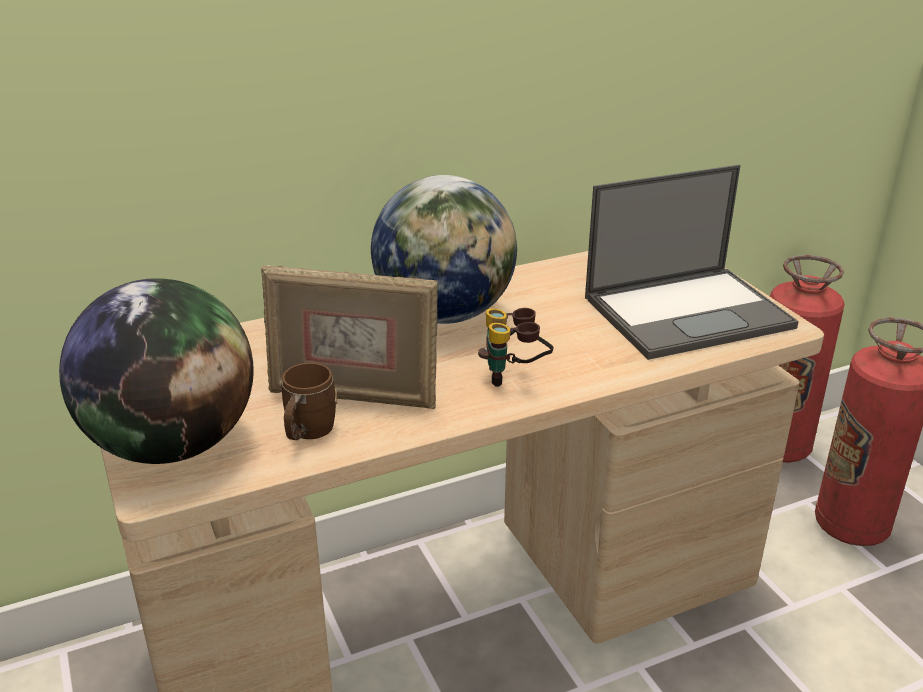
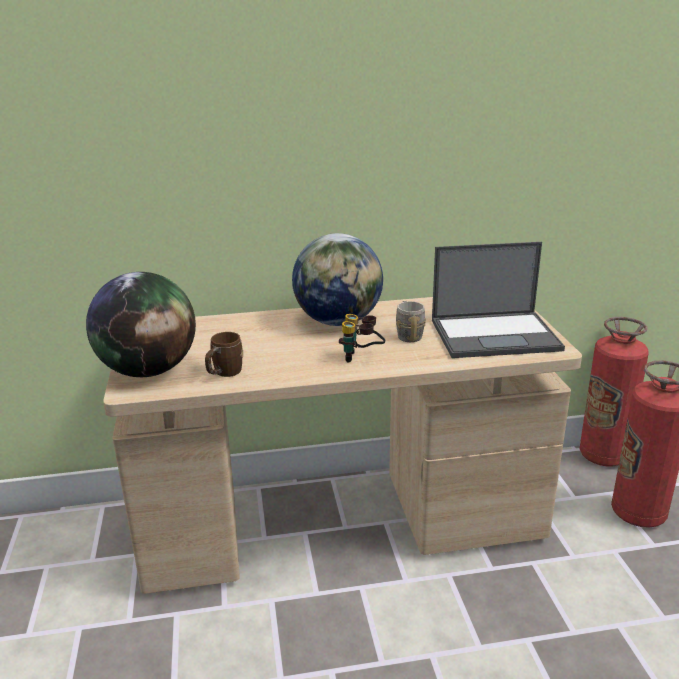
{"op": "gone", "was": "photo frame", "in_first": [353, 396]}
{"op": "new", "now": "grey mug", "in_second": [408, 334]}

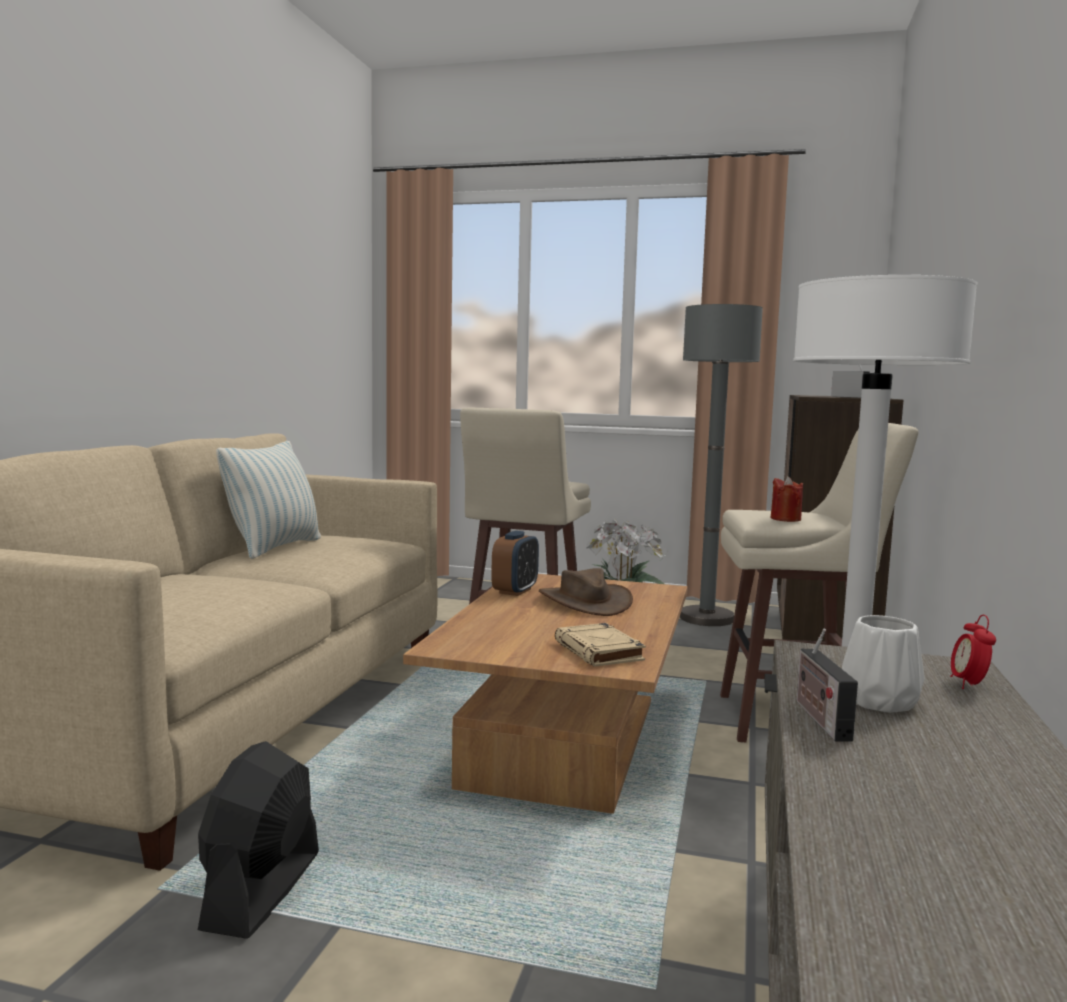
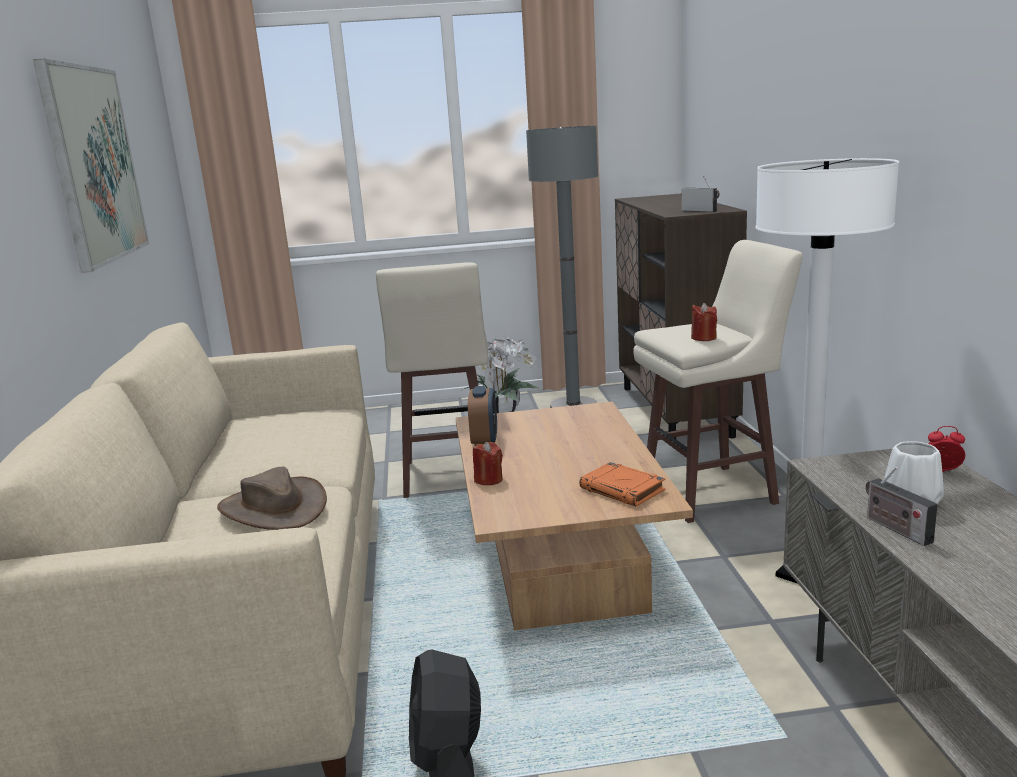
{"op": "gone", "was": "throw pillow", "in_first": [274, 547]}
{"op": "shifted", "was": "brown-coloured clothing hat", "in_first": [584, 602], "in_second": [273, 508]}
{"op": "repainted", "was": "sand-coloured book", "now": "orange book", "in_first": [599, 651], "in_second": [623, 490]}
{"op": "rotated", "was": "bedside clock", "in_first": [968, 684], "in_second": [942, 471], "clockwise": 120}
{"op": "new", "now": "wall picture", "in_second": [94, 165]}
{"op": "new", "now": "red-coloured candle", "in_second": [488, 479]}

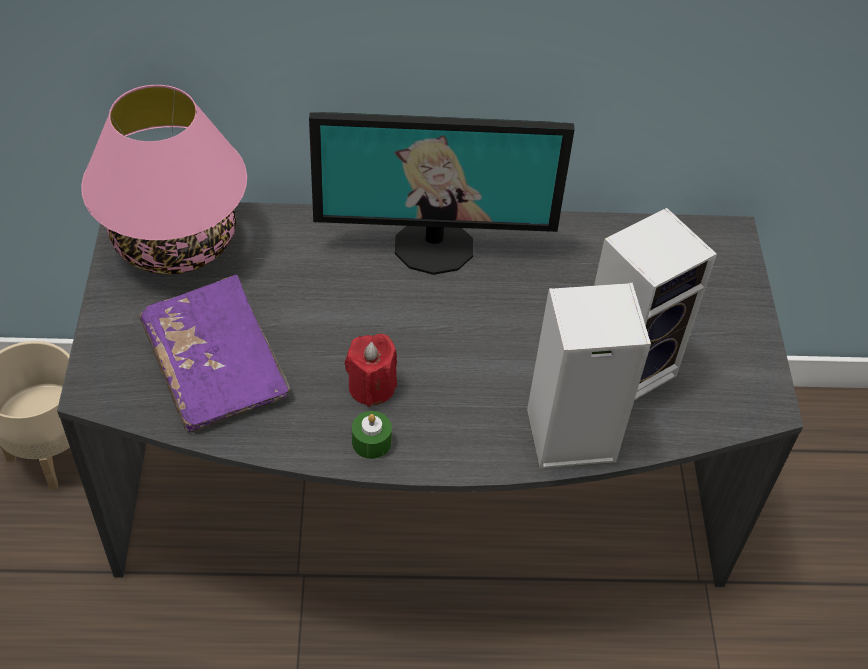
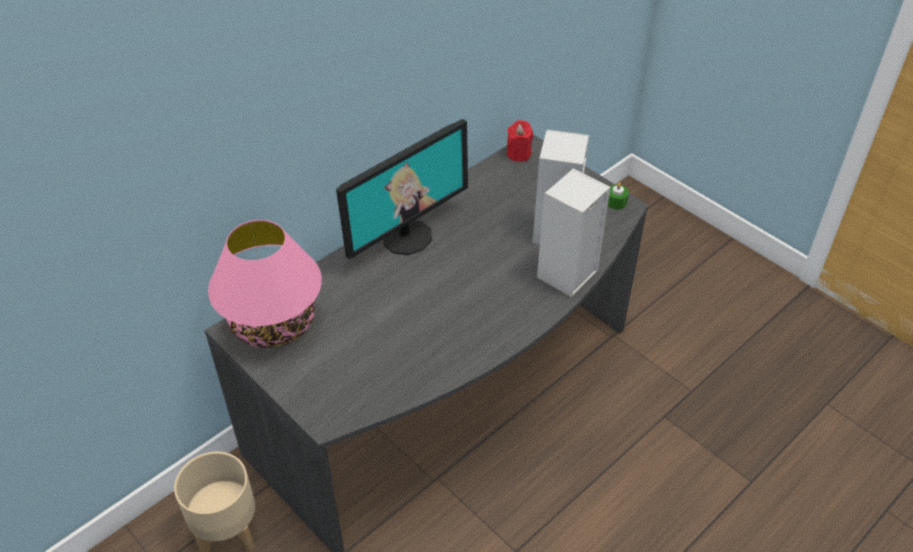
{"op": "gone", "was": "purplish book", "in_first": [216, 368]}
{"op": "shifted", "was": "red-coloured candle", "in_first": [371, 387], "in_second": [518, 154]}
{"op": "shifted", "was": "greenish candle", "in_first": [371, 442], "in_second": [616, 202]}

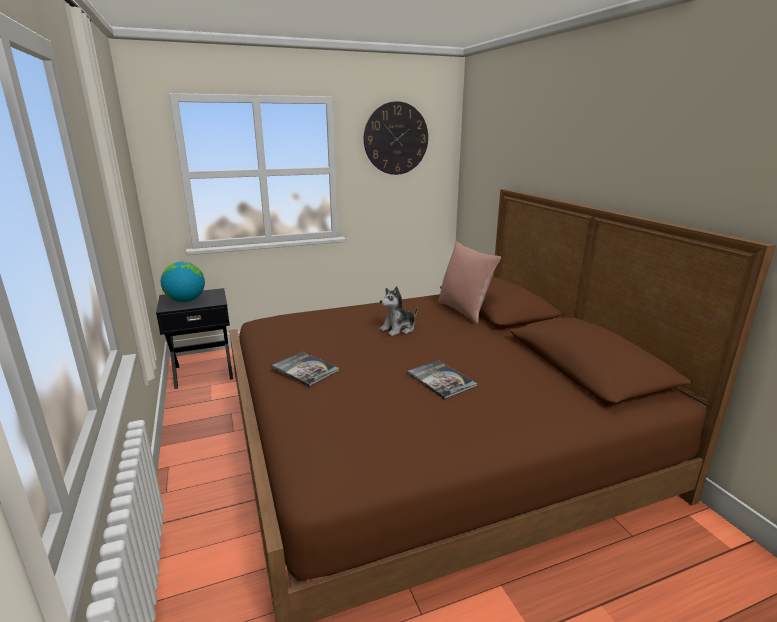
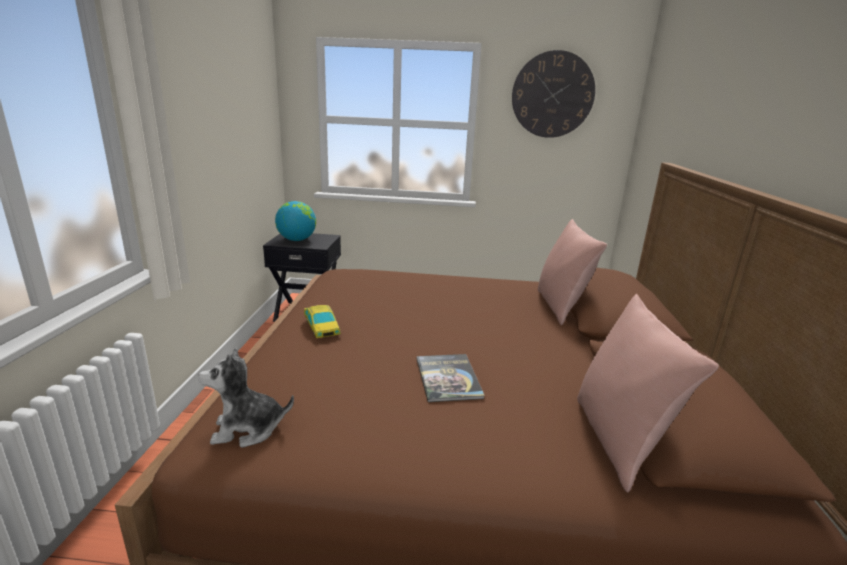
{"op": "swapped", "was": "book", "now": "toy car", "in_first": [305, 369], "in_second": [321, 326]}
{"op": "shifted", "was": "plush toy", "in_first": [398, 329], "in_second": [247, 429]}
{"op": "new", "now": "pinkish throw pillow", "in_second": [618, 440]}

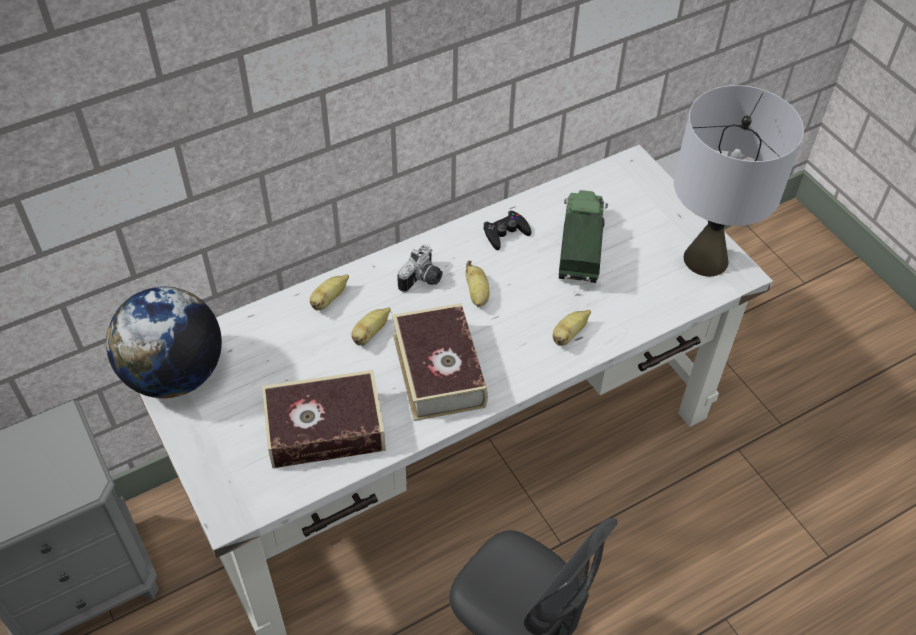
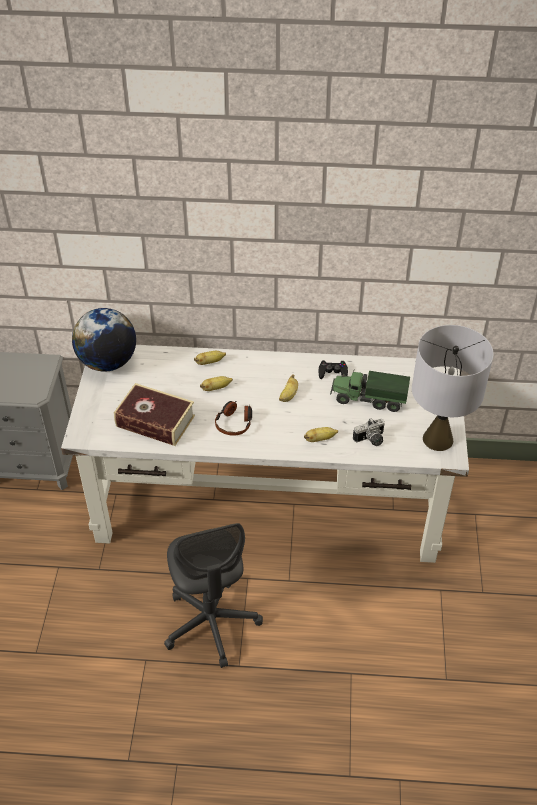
{"op": "swapped", "was": "book", "now": "pair of headphones", "in_first": [439, 370], "in_second": [235, 422]}
{"op": "shifted", "was": "still camera", "in_first": [423, 280], "in_second": [371, 440]}
{"op": "rotated", "was": "toy lorry", "in_first": [580, 248], "in_second": [368, 399], "clockwise": -120}

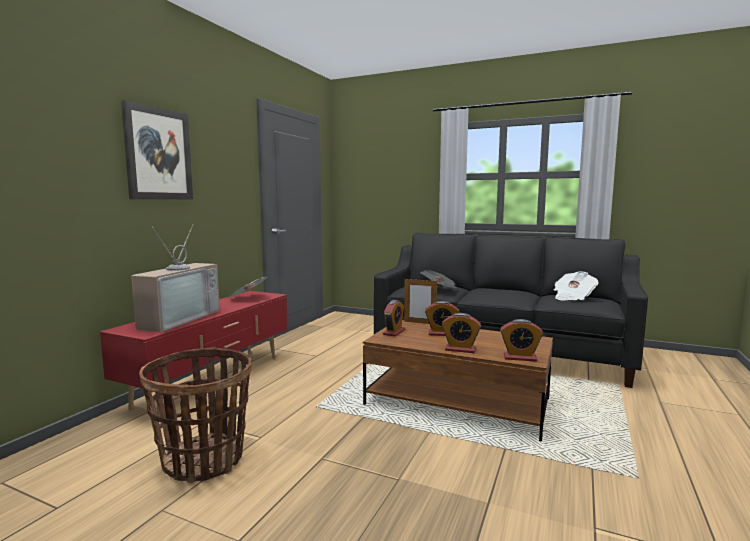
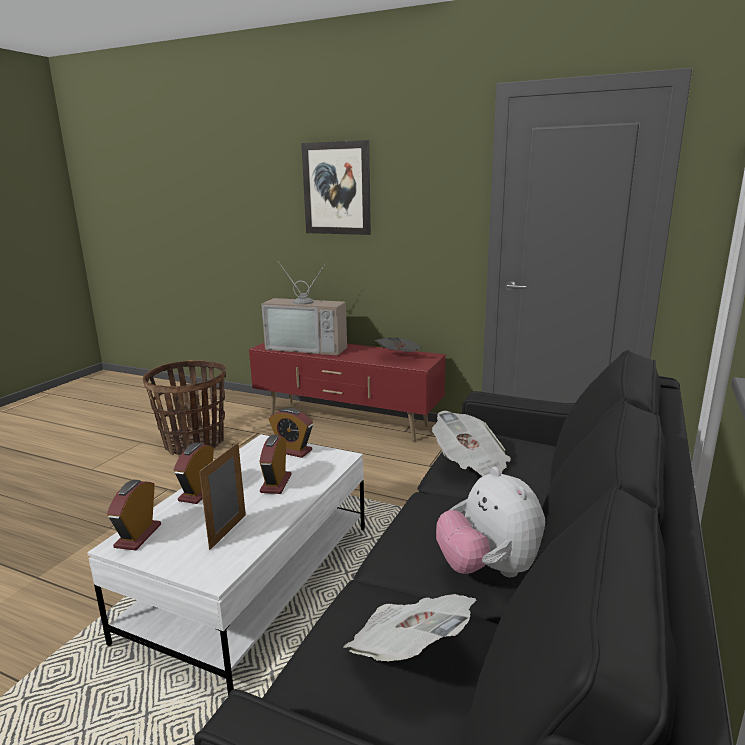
{"op": "repainted", "was": "brown-coloured lounge table", "now": "white-coloured lounge table", "in_first": [457, 402], "in_second": [253, 580]}
{"op": "shifted", "was": "photo frame", "in_first": [420, 323], "in_second": [228, 531]}
{"op": "new", "now": "plush toy", "in_second": [489, 569]}

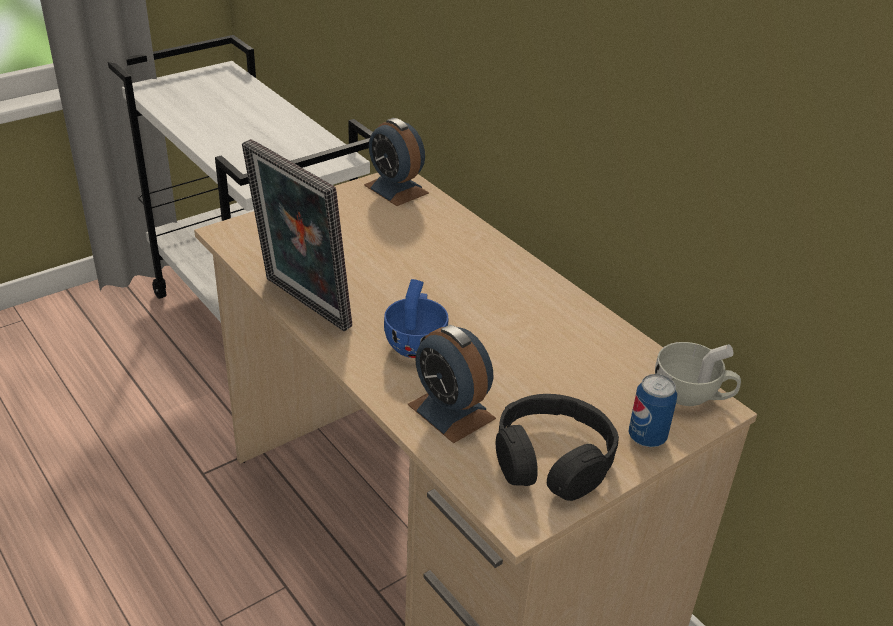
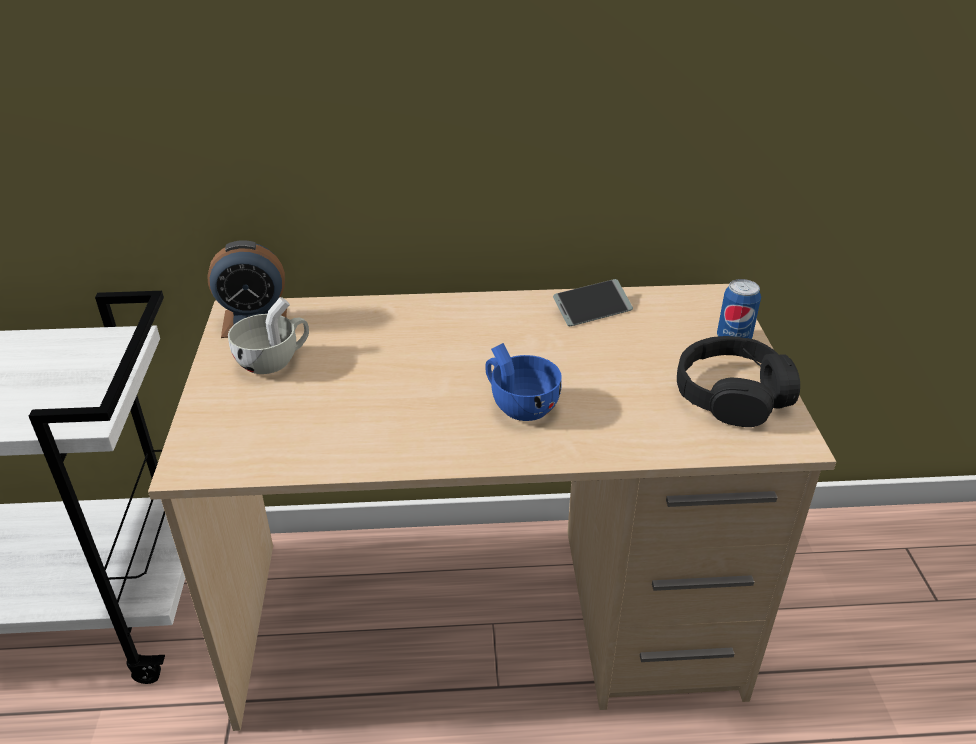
{"op": "gone", "was": "photo frame", "in_first": [302, 305]}
{"op": "gone", "was": "bedside clock", "in_first": [451, 411]}
{"op": "shifted", "was": "white-coloured drinking cup", "in_first": [692, 395], "in_second": [274, 361]}
{"op": "new", "now": "phone", "in_second": [592, 310]}

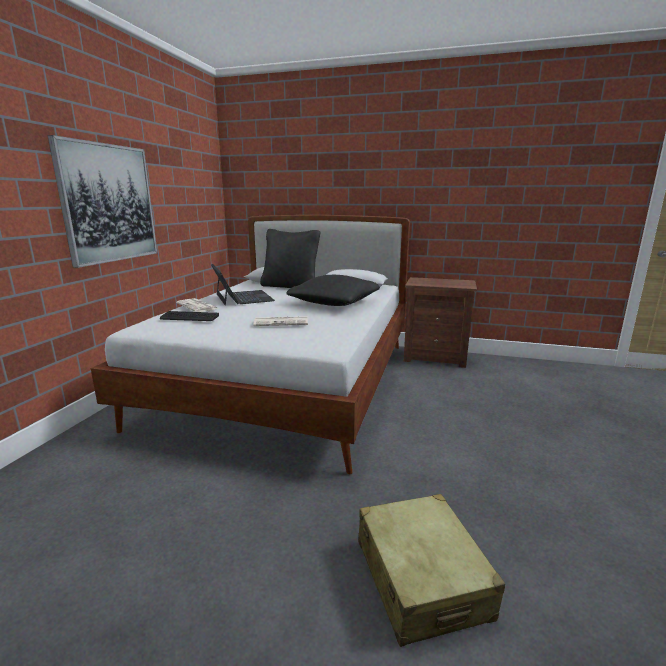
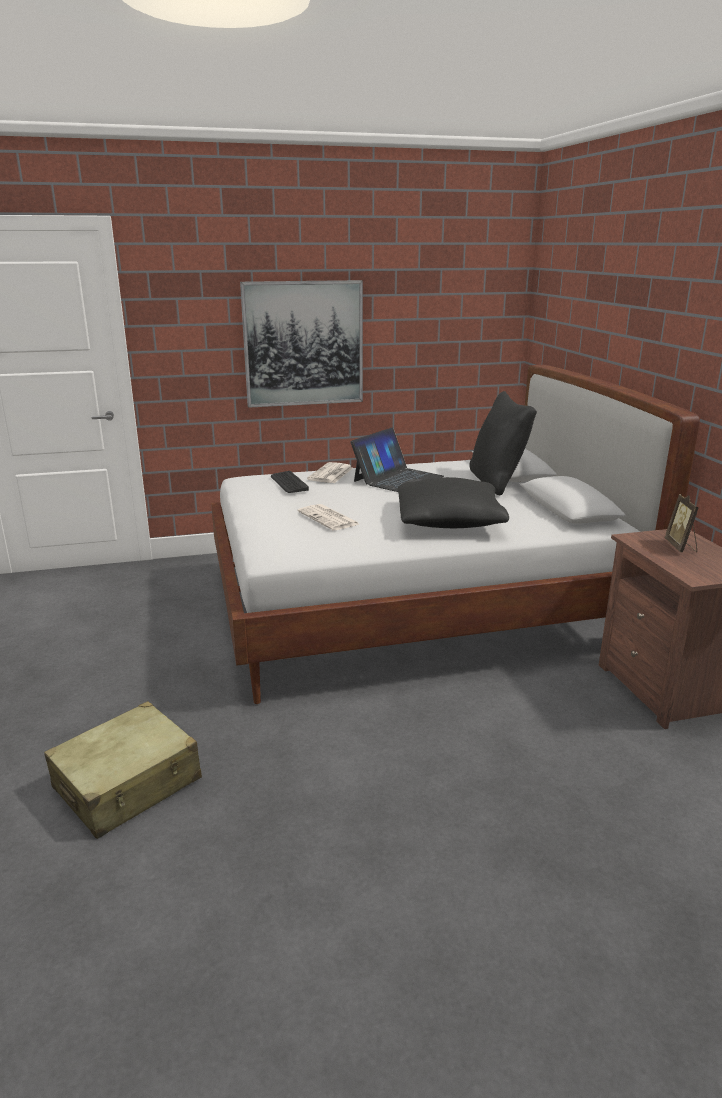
{"op": "new", "now": "photo frame", "in_second": [681, 547]}

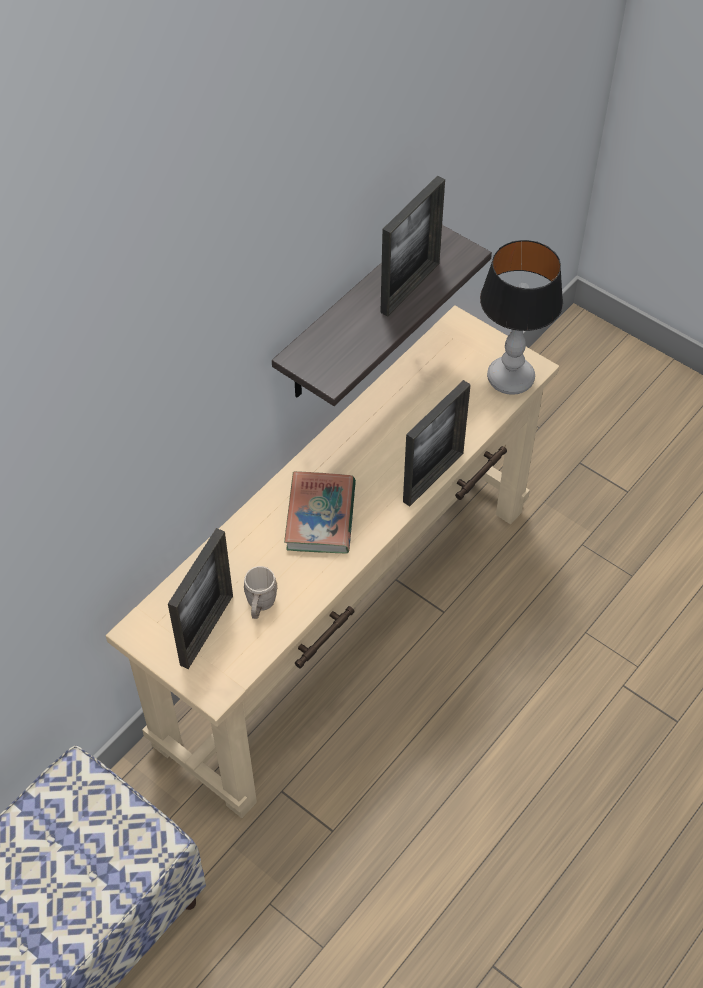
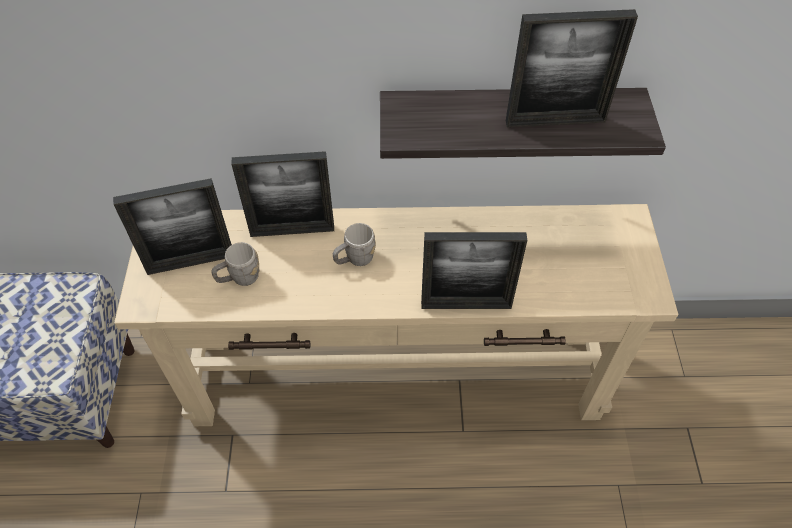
{"op": "swapped", "was": "book", "now": "grey mug", "in_first": [320, 516], "in_second": [355, 259]}
{"op": "gone", "was": "tabletop lamp", "in_first": [511, 378]}
{"op": "new", "now": "photo frame", "in_second": [292, 230]}

